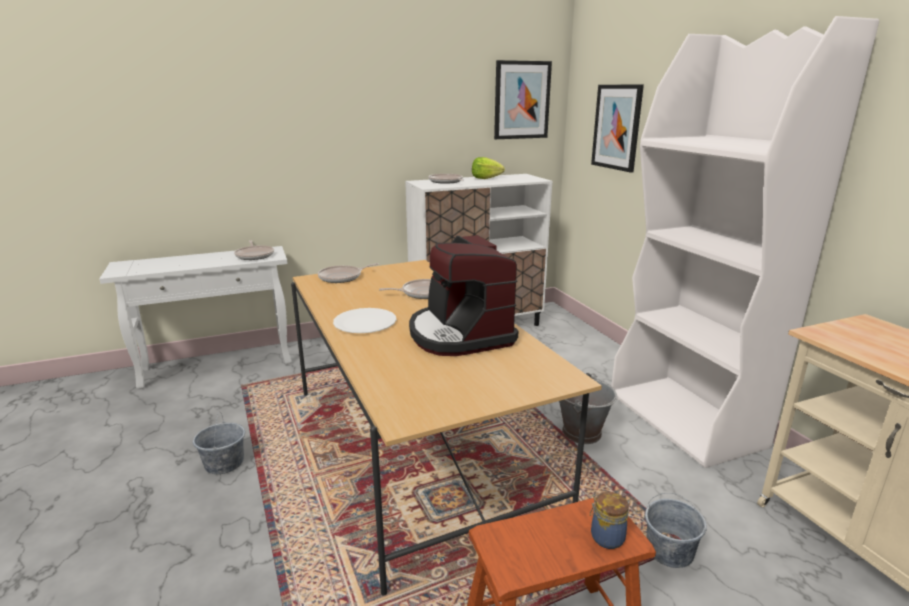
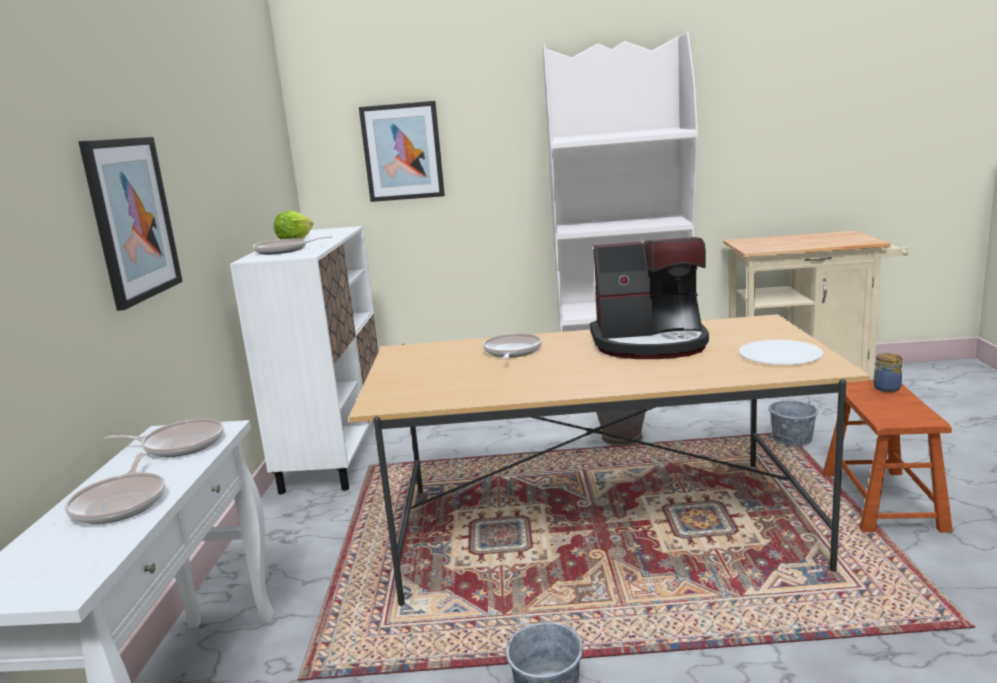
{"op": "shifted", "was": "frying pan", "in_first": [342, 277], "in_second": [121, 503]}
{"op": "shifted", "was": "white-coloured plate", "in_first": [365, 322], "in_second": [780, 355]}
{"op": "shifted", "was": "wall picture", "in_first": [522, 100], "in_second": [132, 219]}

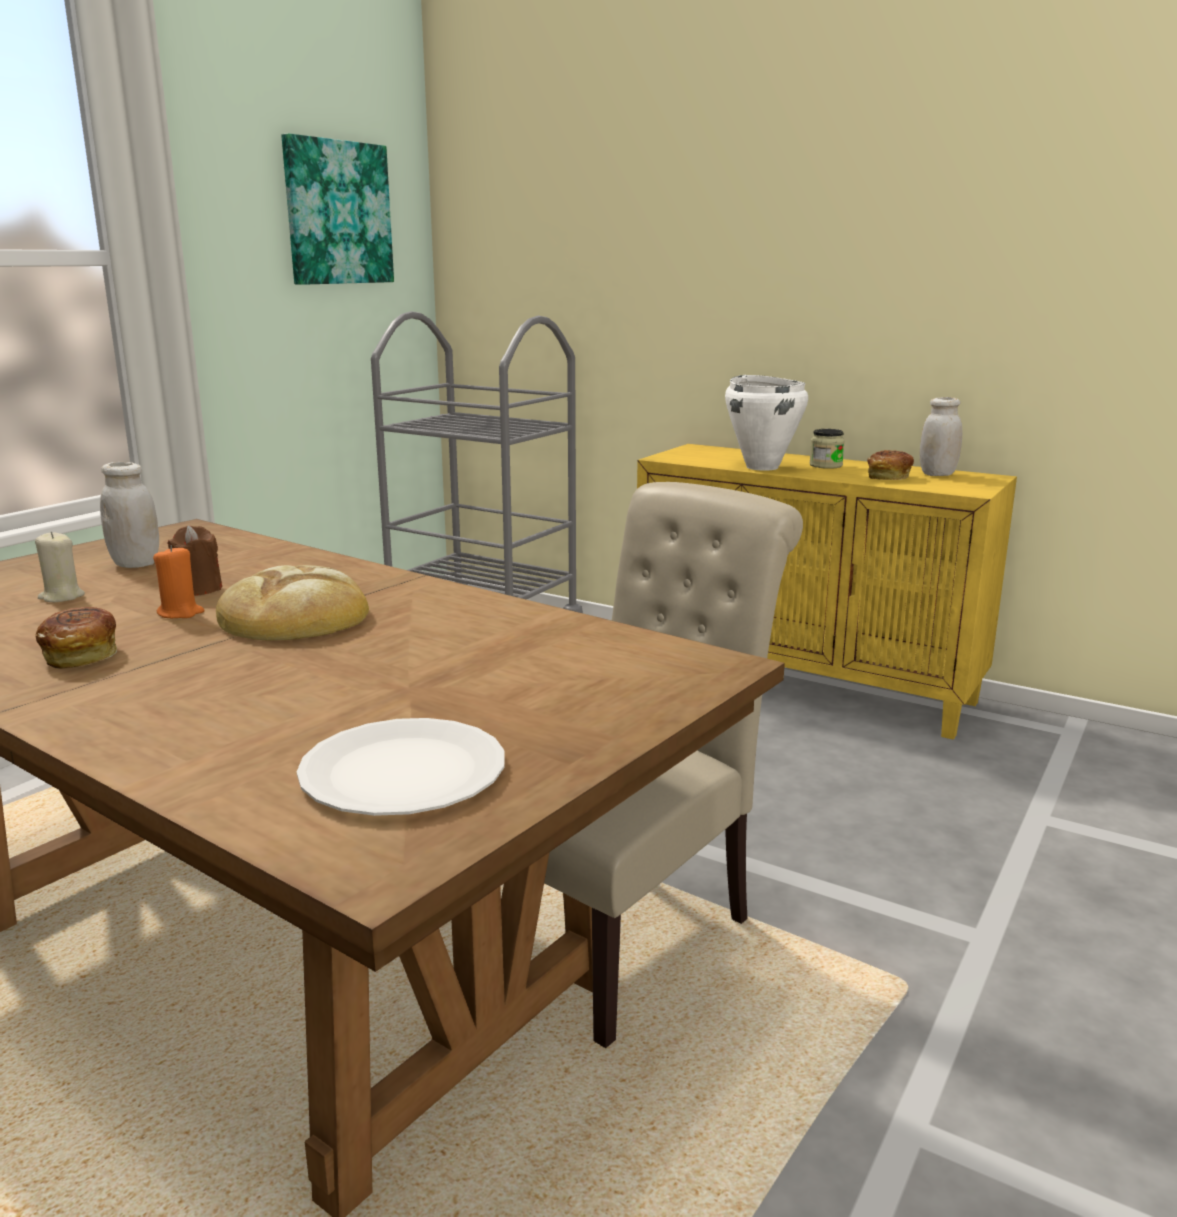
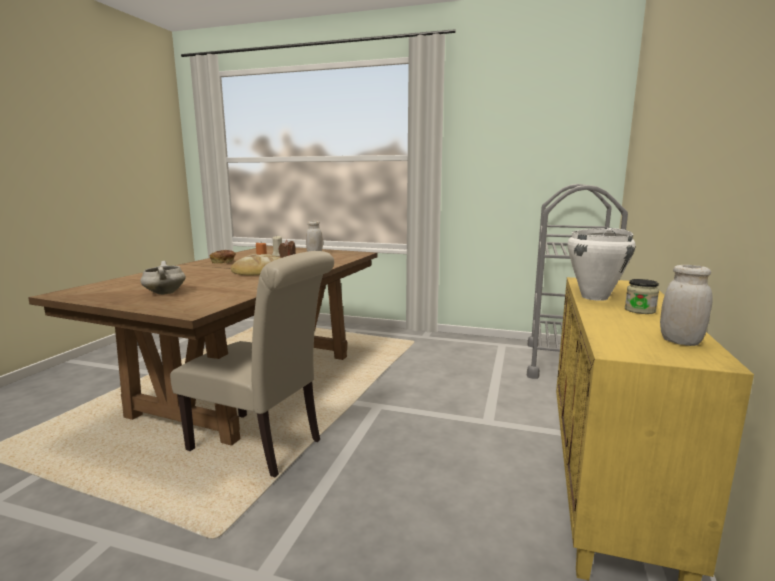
{"op": "gone", "was": "wall picture", "in_first": [337, 213]}
{"op": "gone", "was": "white-coloured plate", "in_first": [404, 771]}
{"op": "gone", "was": "baked bread", "in_first": [889, 477]}
{"op": "new", "now": "white-coloured stockpot", "in_second": [164, 293]}

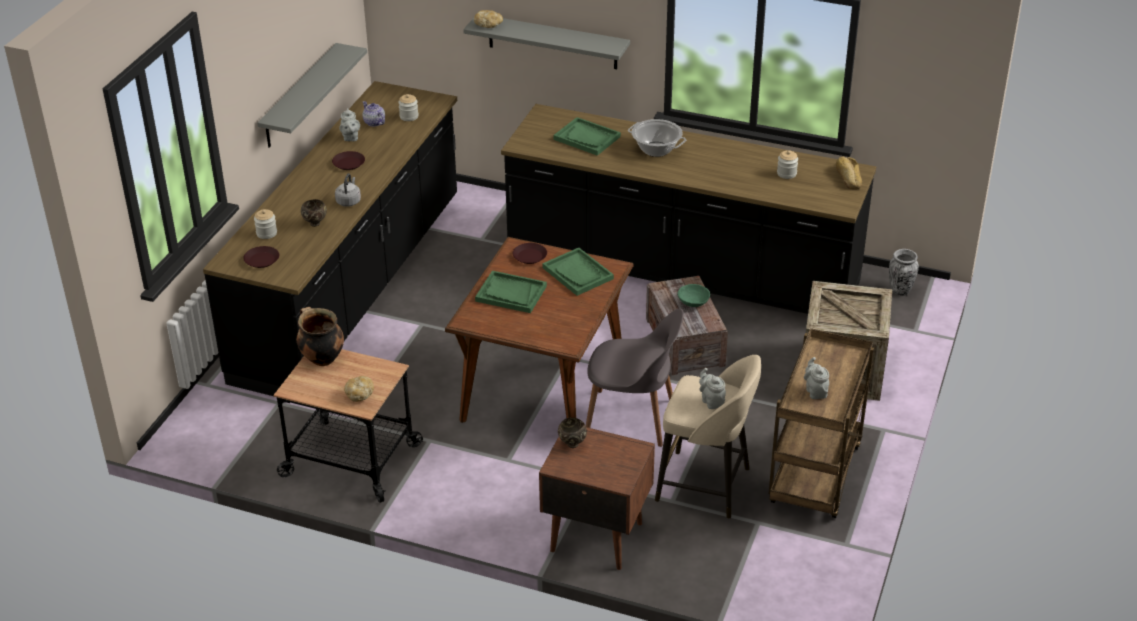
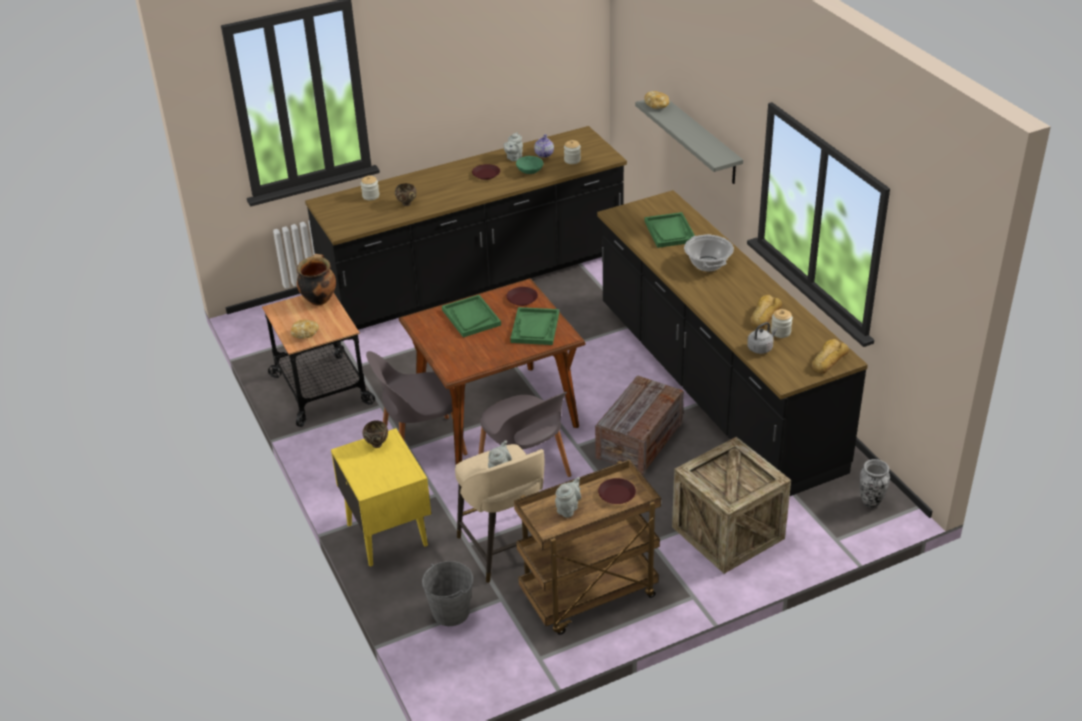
{"op": "shifted", "was": "brown-coloured plate", "in_first": [262, 260], "in_second": [617, 494]}
{"op": "gone", "was": "grey bracket shelf", "in_first": [299, 96]}
{"op": "shifted", "was": "grey water kettle", "in_first": [349, 201], "in_second": [761, 348]}
{"op": "repainted", "was": "brown-coloured bedside table", "now": "yellowish bedside table", "in_first": [595, 536], "in_second": [387, 533]}
{"op": "shifted", "was": "greenish serving bowl", "in_first": [692, 303], "in_second": [529, 171]}
{"op": "new", "now": "grey upright chair", "in_second": [421, 445]}
{"op": "new", "now": "grey water bucket", "in_second": [451, 612]}
{"op": "new", "now": "baked bread", "in_second": [764, 315]}

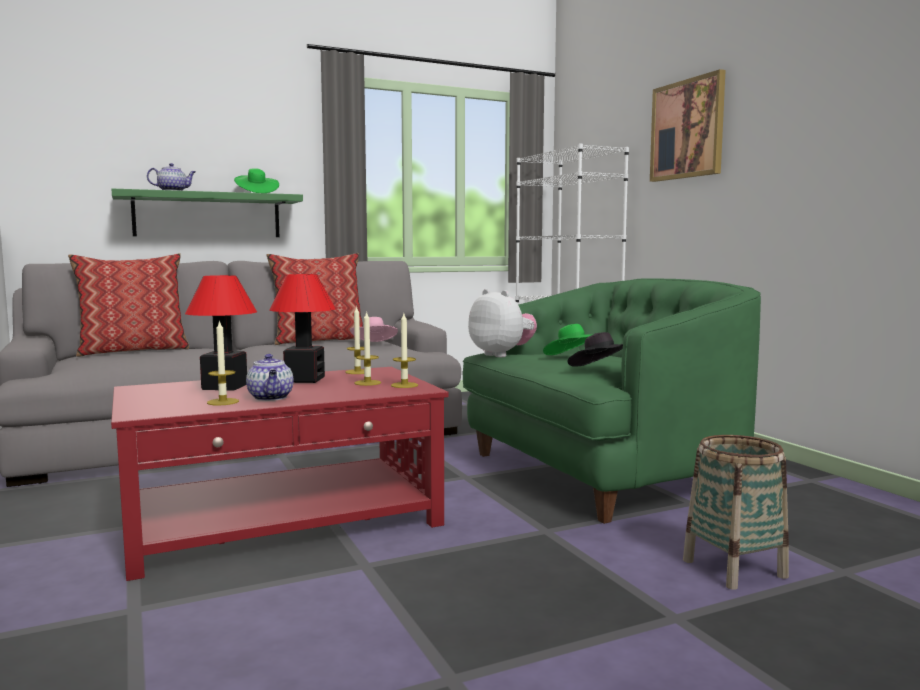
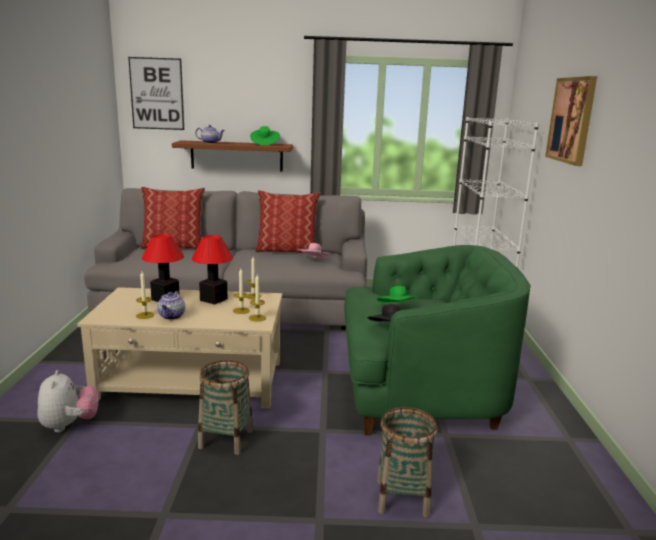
{"op": "repainted", "was": "greenish bracket shelf", "now": "brown-coloured bracket shelf", "in_first": [207, 215], "in_second": [236, 156]}
{"op": "repainted", "was": "red-coloured lounge table", "now": "sand-coloured lounge table", "in_first": [284, 521], "in_second": [192, 381]}
{"op": "shifted", "was": "plush toy", "in_first": [502, 354], "in_second": [69, 425]}
{"op": "new", "now": "wall picture", "in_second": [157, 94]}
{"op": "new", "now": "basket", "in_second": [226, 439]}

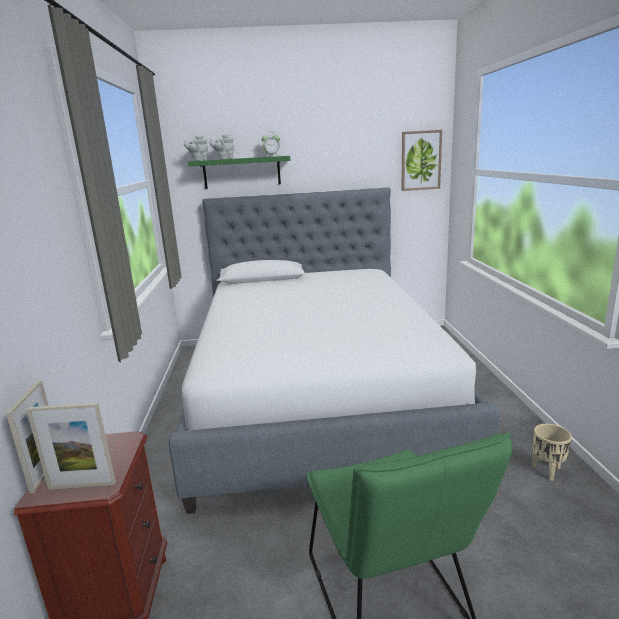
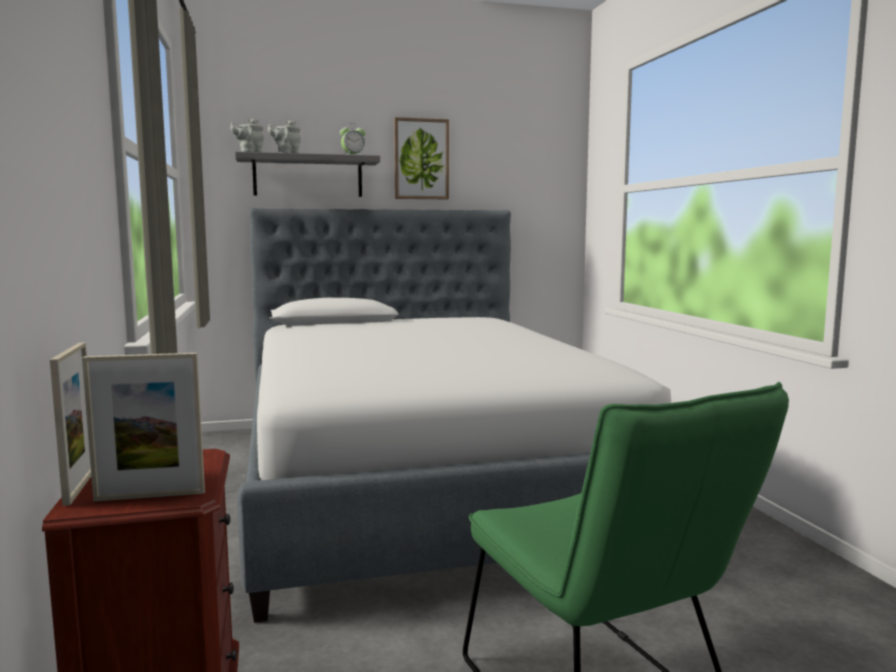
{"op": "repainted", "was": "greenish bracket shelf", "now": "grey bracket shelf", "in_first": [242, 172], "in_second": [308, 176]}
{"op": "shifted", "was": "wall picture", "in_first": [420, 160], "in_second": [421, 159]}
{"op": "gone", "was": "sand-coloured plant pot", "in_first": [548, 471]}

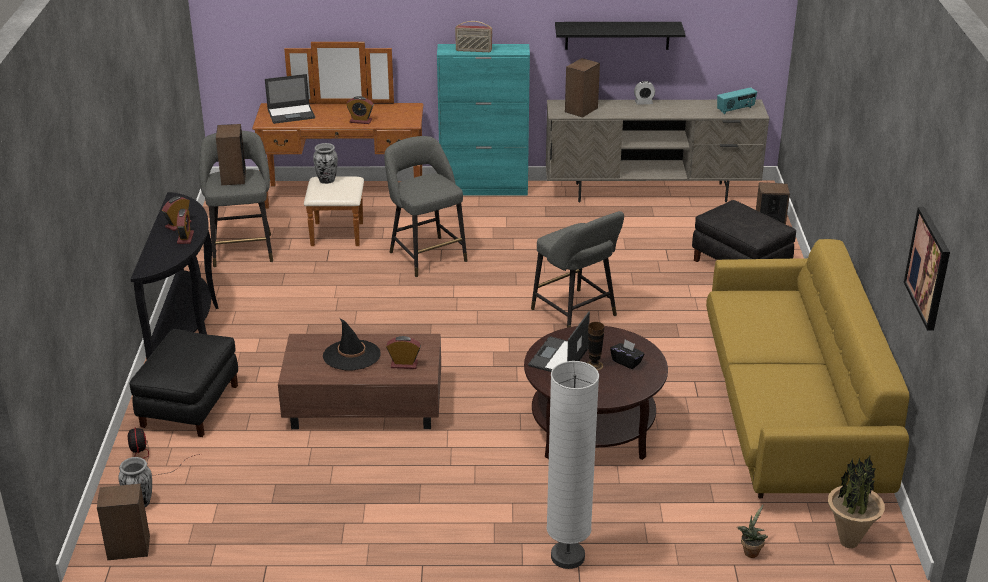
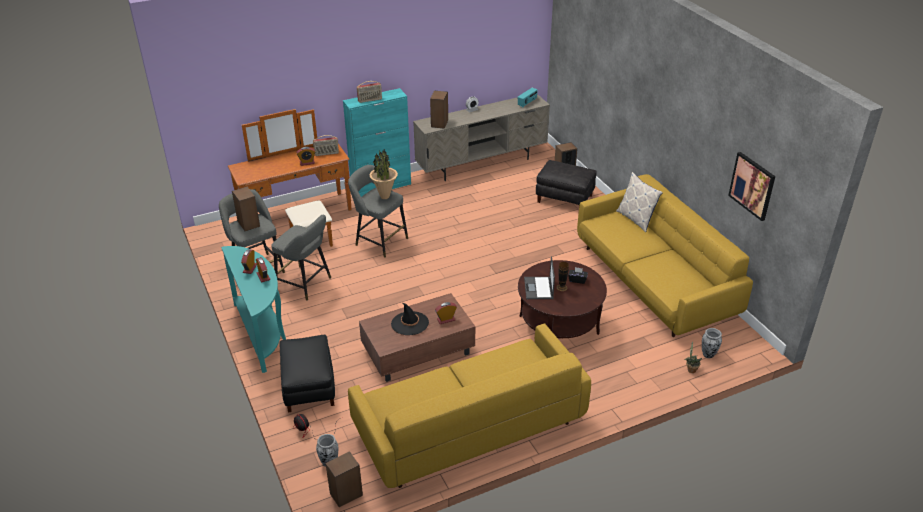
{"op": "repainted", "was": "black-coloured narrow table", "now": "turquoise-coloured narrow table", "in_first": [187, 326], "in_second": [262, 333]}
{"op": "gone", "was": "portable computer", "in_first": [291, 114]}
{"op": "shifted", "was": "decorative vase", "in_first": [327, 181], "in_second": [708, 354]}
{"op": "shifted", "was": "grey sitting stool", "in_first": [576, 314], "in_second": [306, 284]}
{"op": "gone", "was": "white-coloured standard lamp", "in_first": [567, 557]}
{"op": "gone", "was": "black-coloured bracket shelf", "in_first": [617, 35]}
{"op": "shifted", "was": "potted plant", "in_first": [849, 542], "in_second": [385, 197]}
{"op": "new", "now": "radio", "in_second": [326, 154]}
{"op": "new", "now": "yellowish couch", "in_second": [468, 427]}
{"op": "new", "now": "throw pillow", "in_second": [636, 219]}

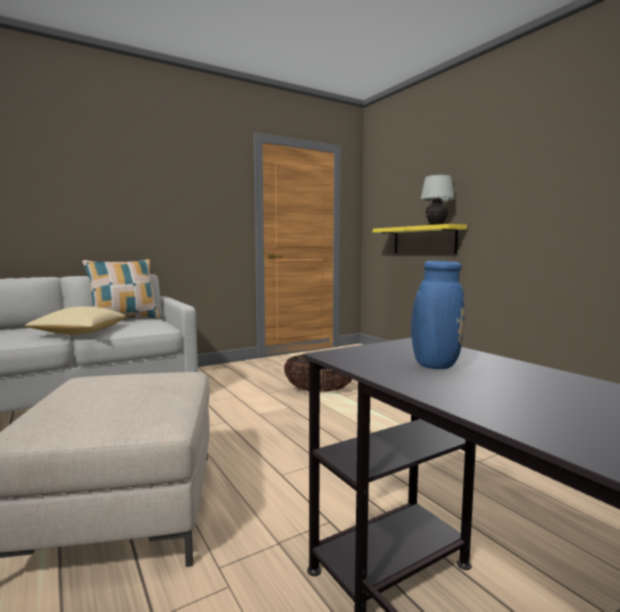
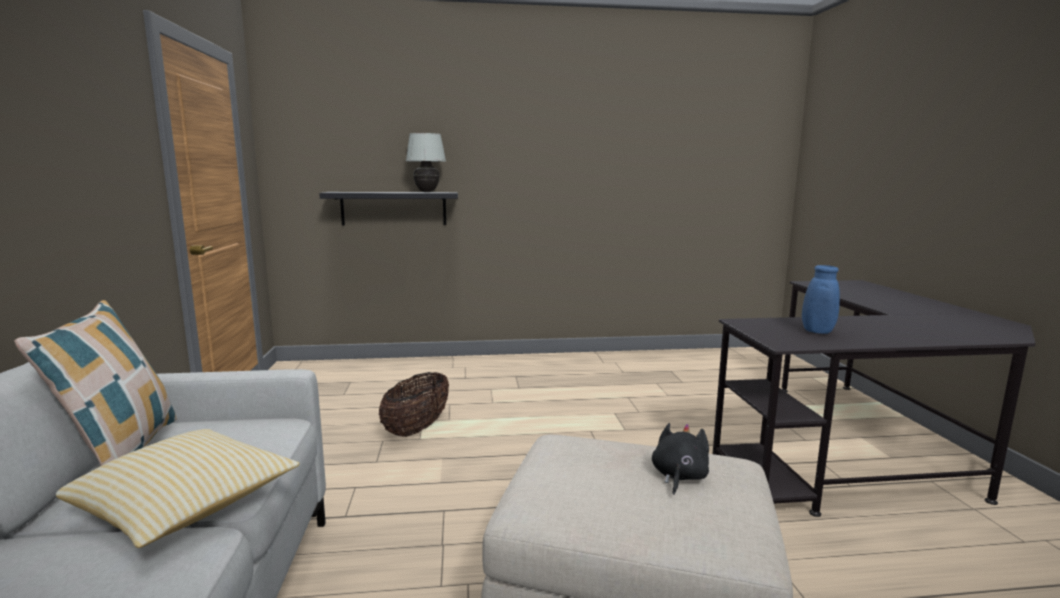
{"op": "repainted", "was": "yellowish bracket shelf", "now": "black-coloured bracket shelf", "in_first": [424, 240], "in_second": [394, 208]}
{"op": "new", "now": "black-coloured plush toy", "in_second": [678, 476]}

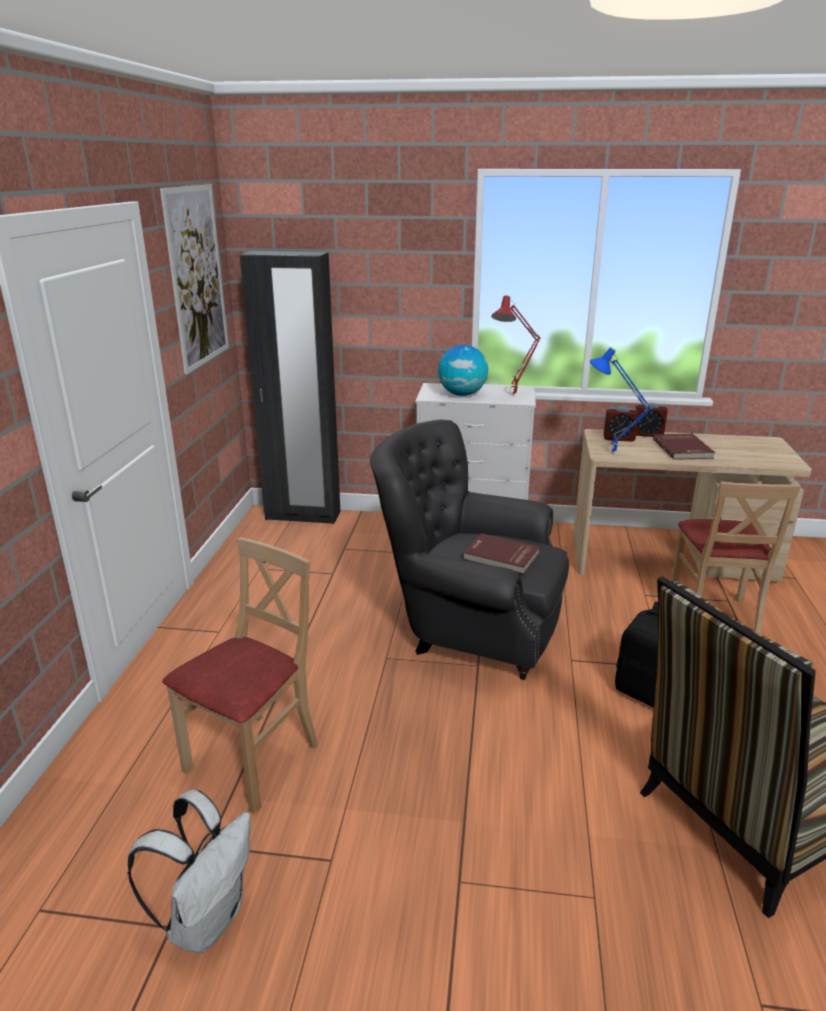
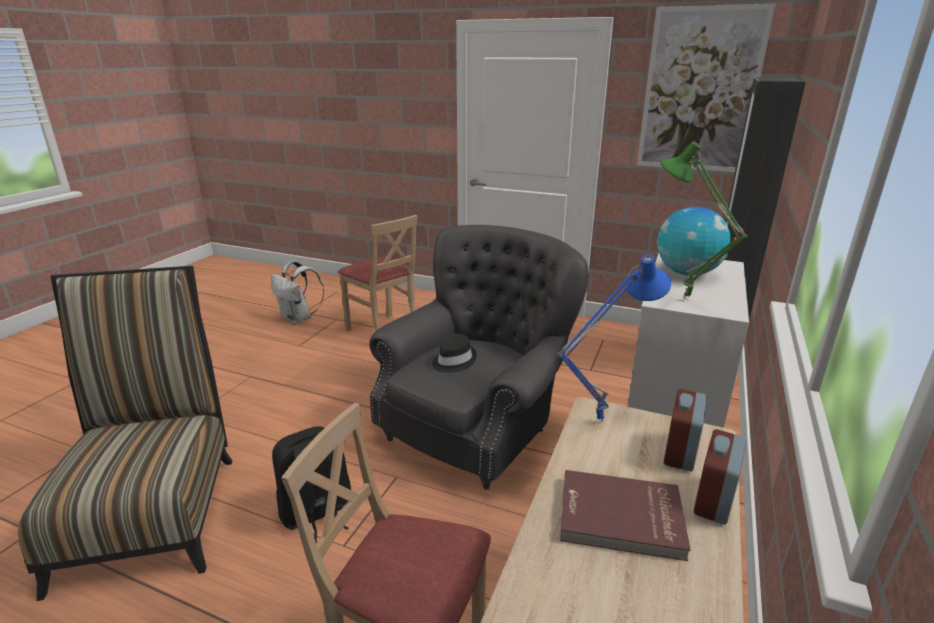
{"op": "swapped", "was": "red-coloured book", "now": "black-coloured clothing hat", "in_first": [501, 556], "in_second": [453, 361]}
{"op": "repainted", "was": "red-coloured tabletop lamp", "now": "greenish tabletop lamp", "in_first": [515, 396], "in_second": [683, 300]}

